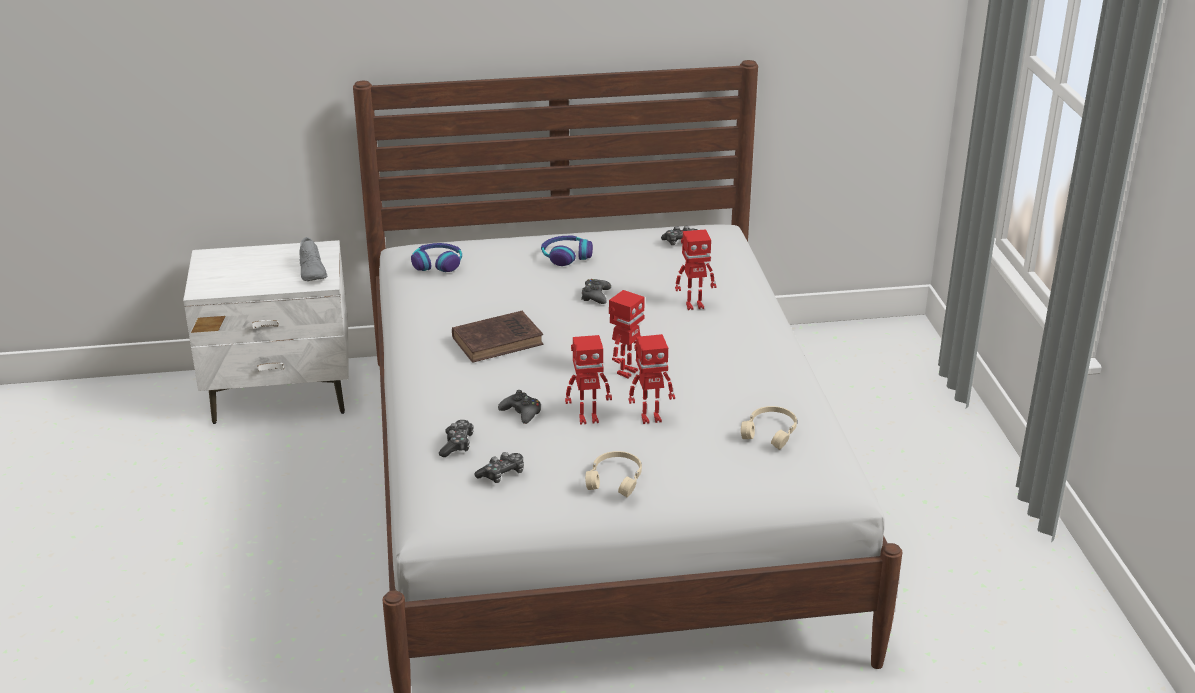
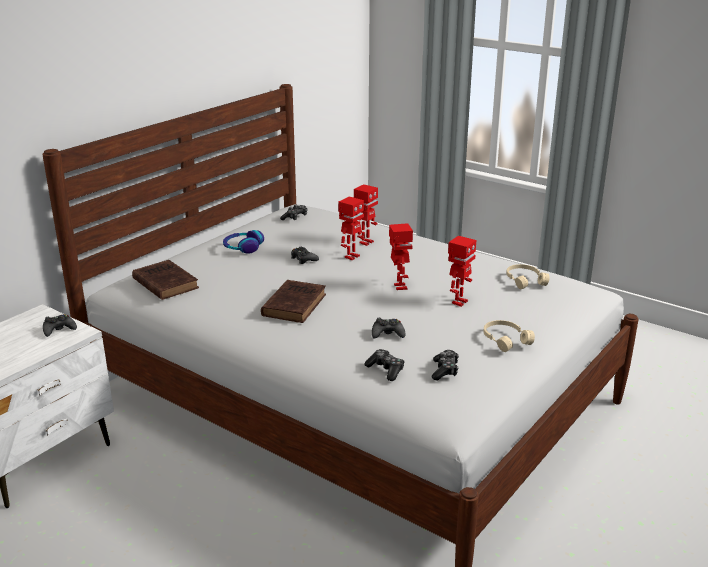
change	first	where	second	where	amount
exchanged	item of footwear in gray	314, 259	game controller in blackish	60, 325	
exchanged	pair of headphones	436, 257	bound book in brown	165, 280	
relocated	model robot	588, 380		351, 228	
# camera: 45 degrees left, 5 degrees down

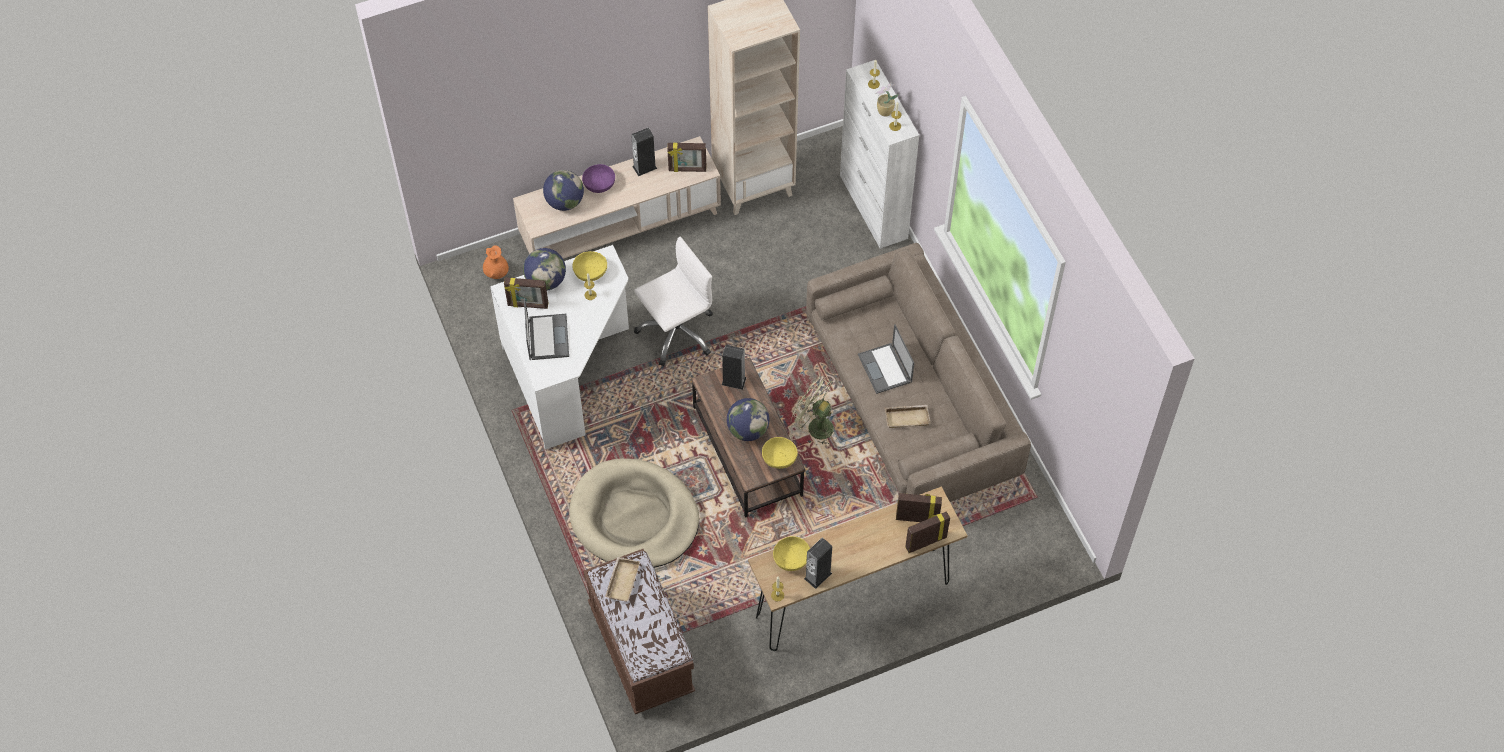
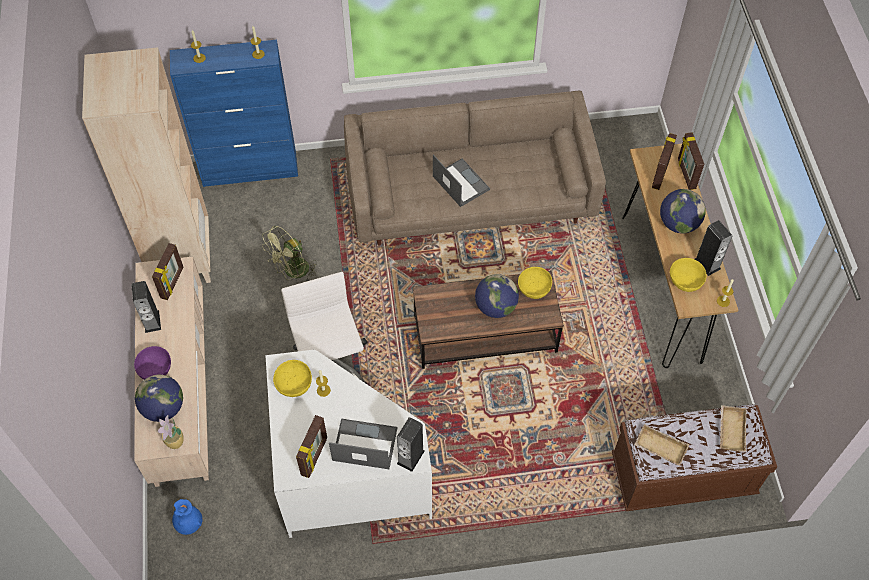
change	first	where	second	where	amount
colour	decorative vase in orangey	496, 262	decorative vase in blue-coloured	187, 517	
relocated	globe	544, 269		683, 211	
missing	dog bed in beige-coloured	634, 513			
relocated	speaker	734, 367		411, 444	
relocated	fan in green	812, 411		289, 253	
colour	cupboard in white-coloured	879, 154	cupboard in blue-coloured	234, 113	
spun	laptop	886, 359		461, 180	120 degrees counterclockwise
relocated	houseplant	886, 99		170, 432	
relocated	carrying tray in beige-coloured	908, 416		733, 428	
# camera: 75 degrees left, 0 degrees up

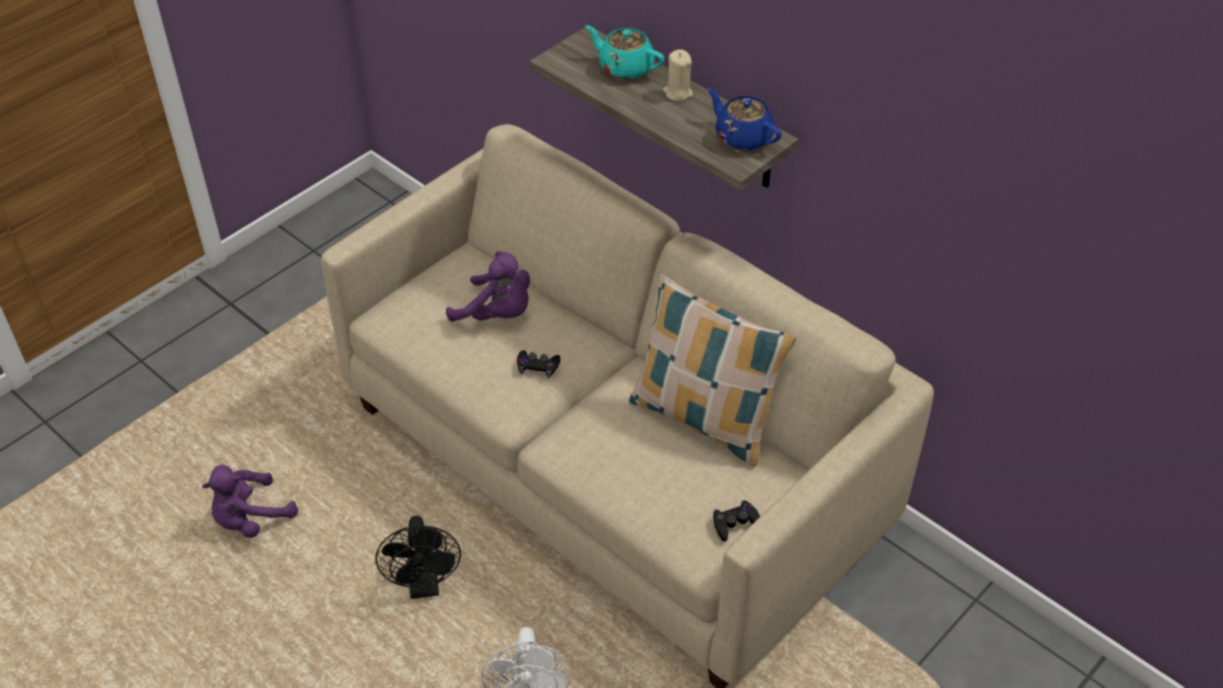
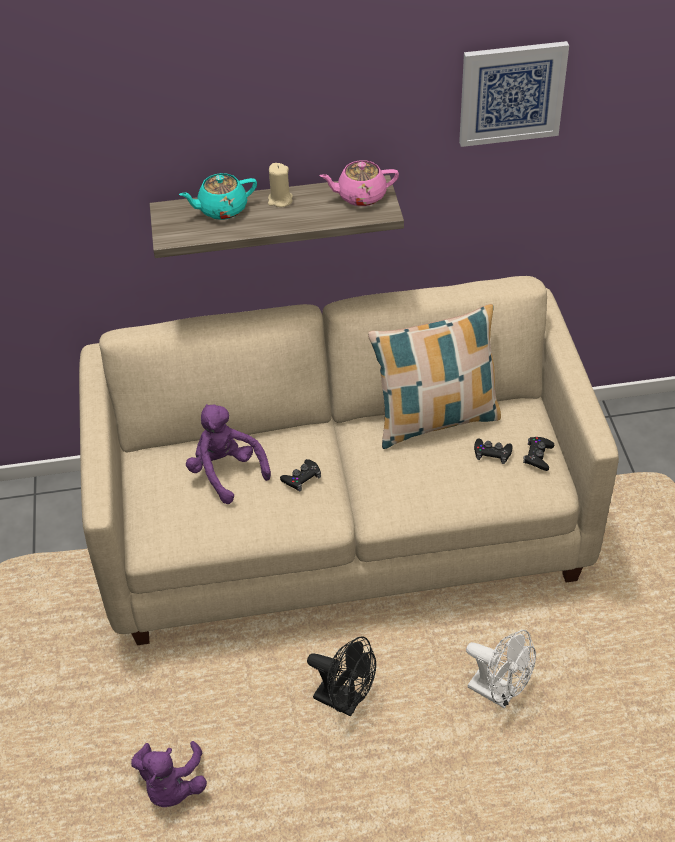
change	first	where	second	where	amount
spun	cuddly toy in purple-coloured	488, 286		228, 454	105 degrees counterclockwise
colour	tea pot in blue-coloured	744, 119	tea pot in pink-coloured	359, 183	
appeared			wall art	514, 94	
appeared			game controller in blackish	493, 451	
# camera: 50 degrees left, 0 degrees up

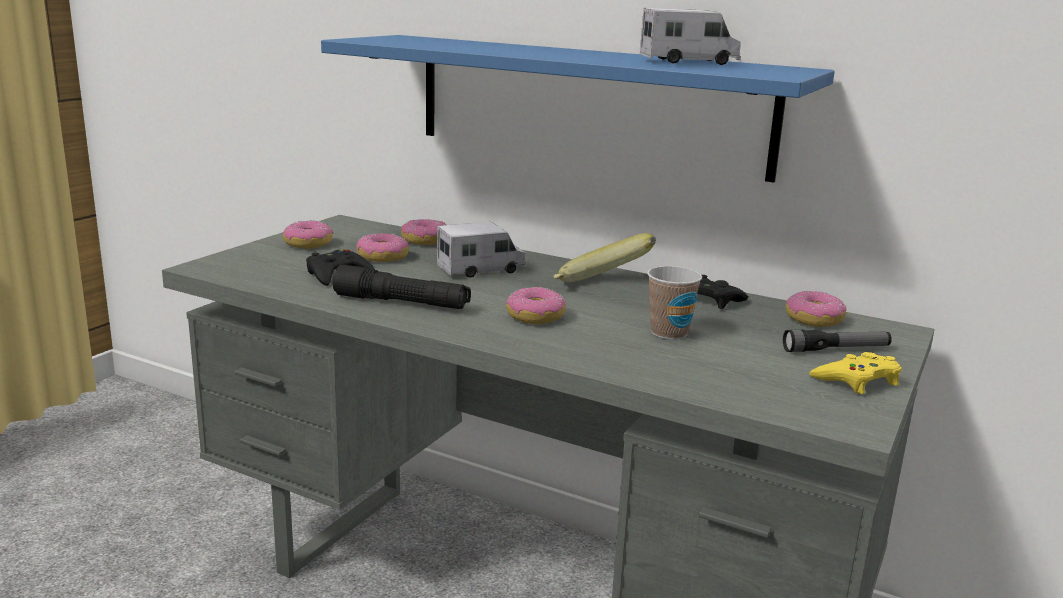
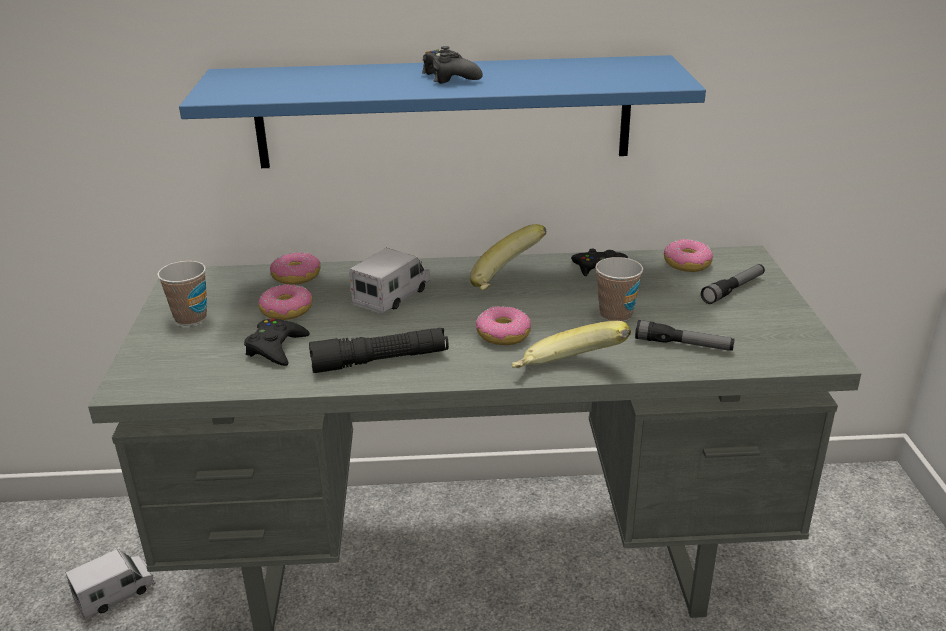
change	first	where	second	where	amount
exchanged	donut	308, 234	drinking cup	182, 293	
relocated	model truck	690, 36		110, 584	
missing	game controller in yellowish	856, 373			
appeared			game controller in blackish	452, 65	
appeared			banana	571, 344	
appeared			flashlight	685, 335	
# camera: 30 degrees left, 10 degrees up

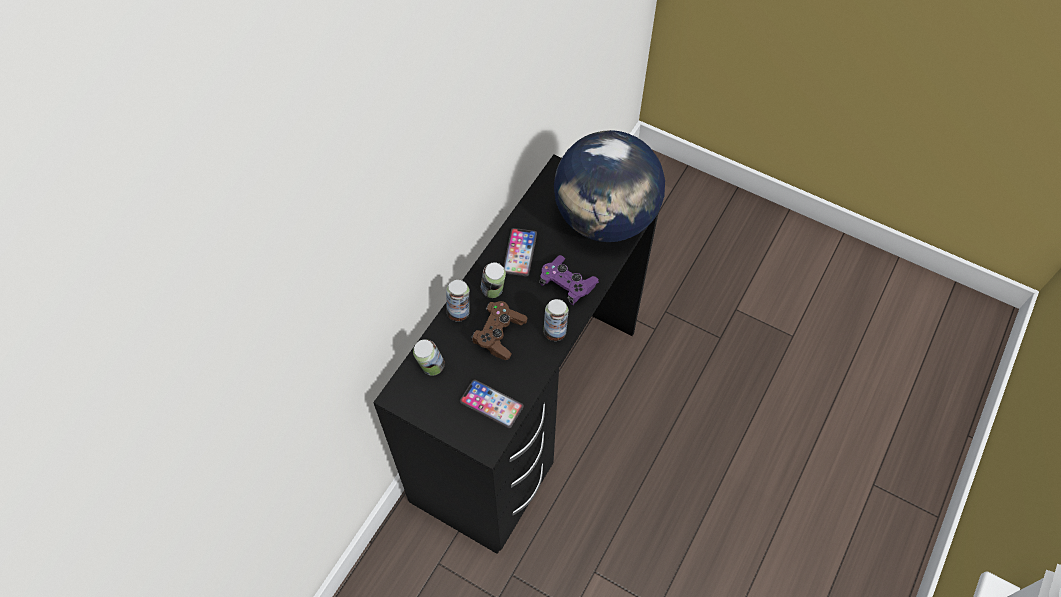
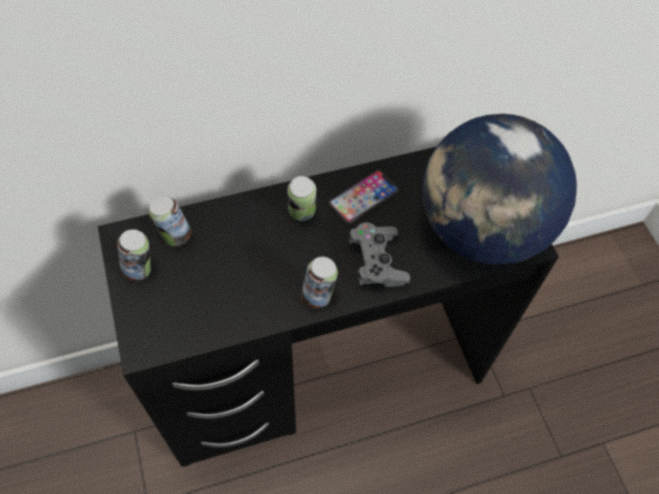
change	first	where	second	where	amount
relocated	can	458, 301		134, 255	
missing	telephone	492, 404			
missing	game controller in brown	499, 330			
colour	game controller in purple-coloured	569, 280	game controller in gray	378, 254	
# camera: 40 degrees right, 0 degrees up

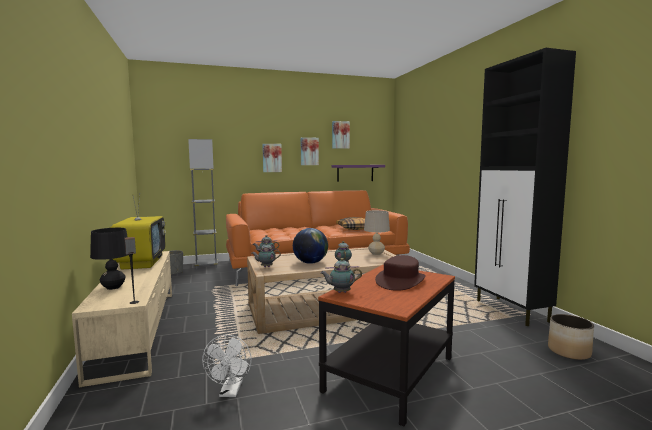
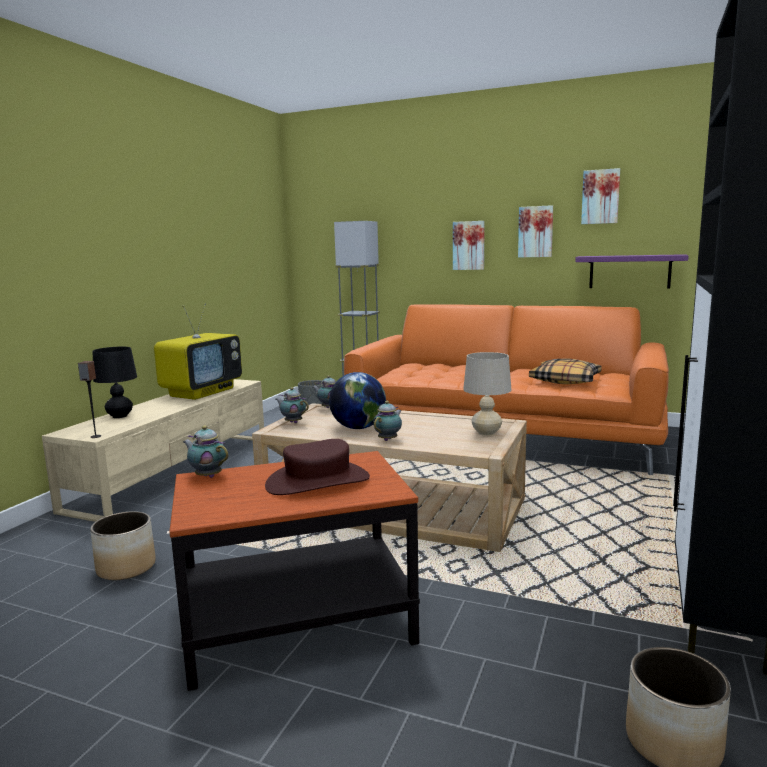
change	first	where	second	where	amount
exchanged	fan in white-coloured	227, 366	plant pot	123, 545	
# camera: 40 degrees right, 5 degrees up

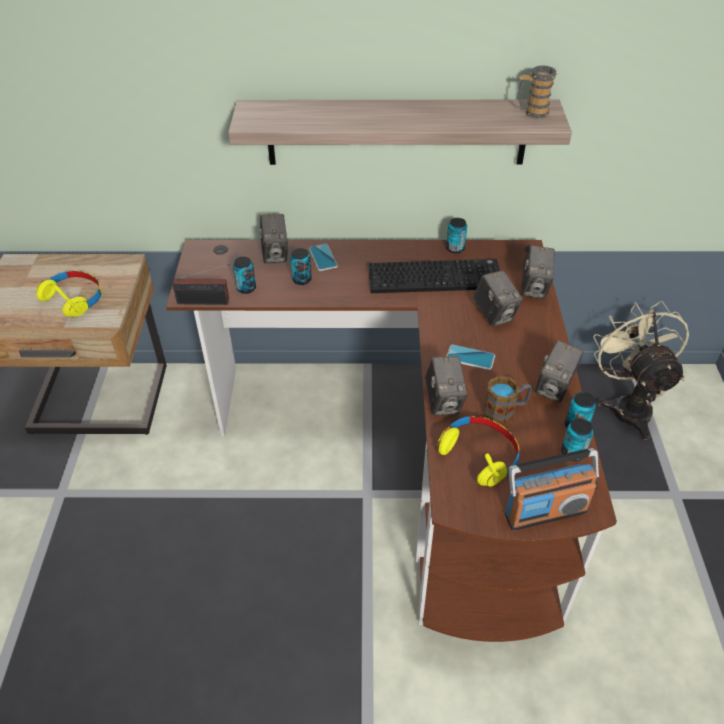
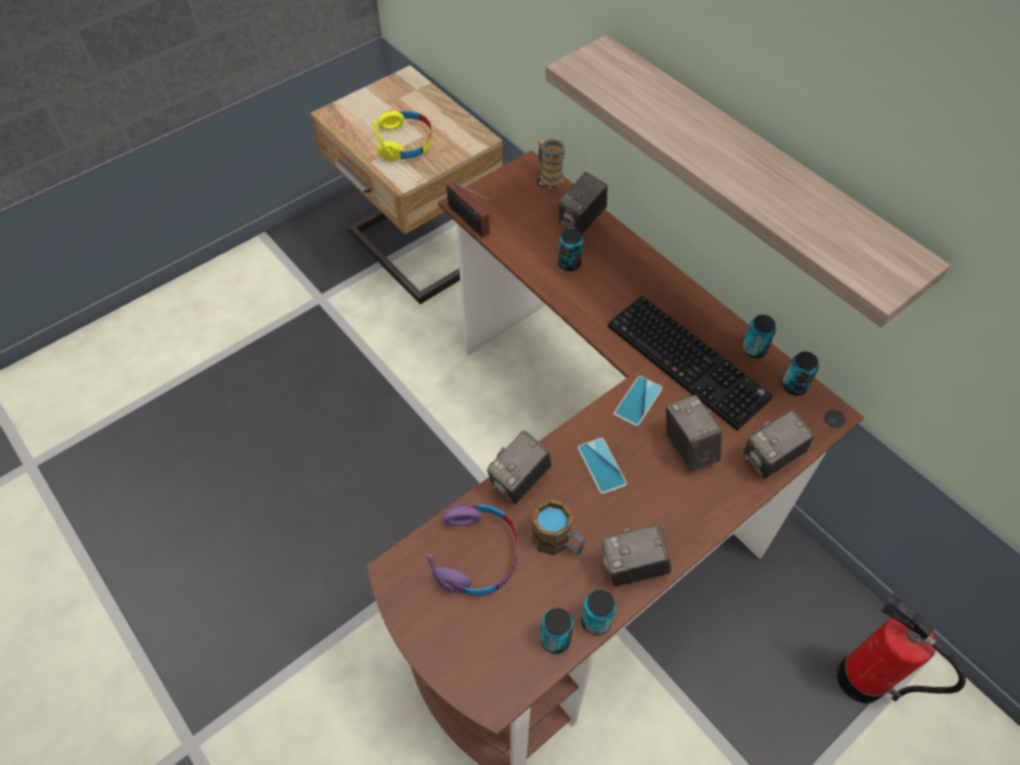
change	first	where	second	where	amount
relocated	can	244, 275		800, 373	
relocated	telephone	323, 257		638, 401	
colour	pair of headphones in yellowish	478, 451	pair of headphones in purple-coloured	472, 549	
spun	still camera	498, 298		694, 433	135 degrees clockwise
missing	radio set	552, 489			
relocated	mug	538, 91		552, 164	
exchanged	fan in beige-coloured	641, 371	fire-fighting cylinder	901, 648	
# camera: 50 degrees right, 10 degrees up

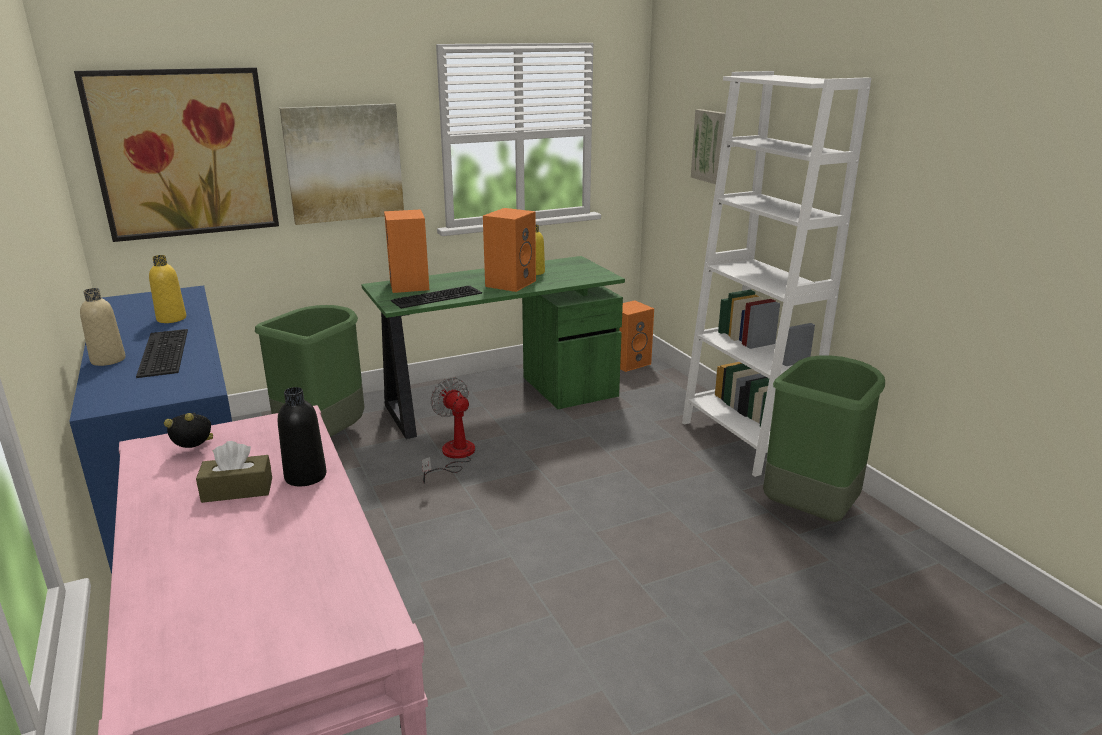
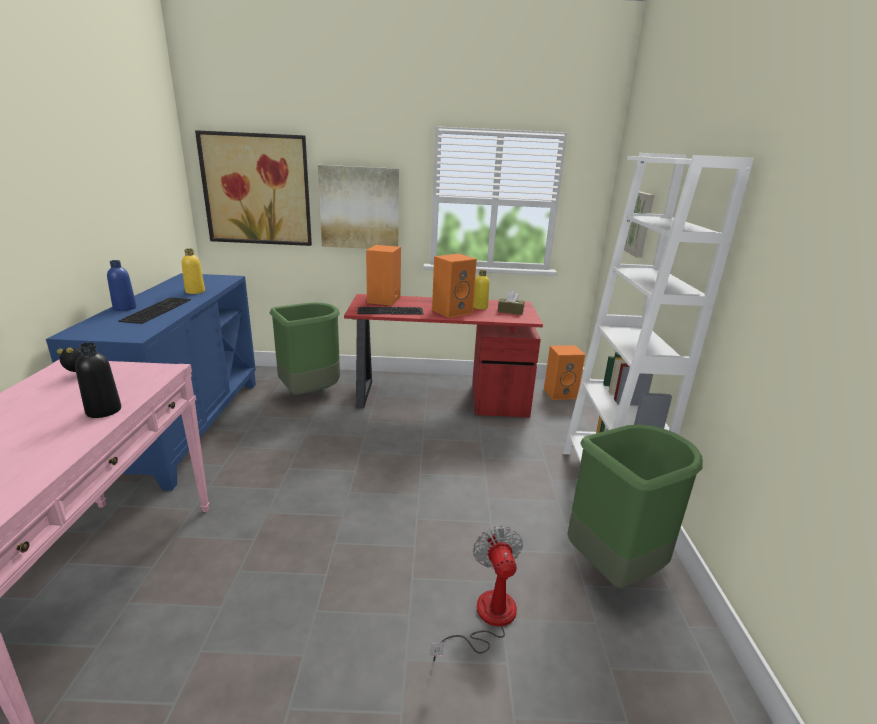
change	first	where	second	where	amount
colour	drink bottle in beige-coloured	102, 327	drink bottle in blue-coloured	121, 285	
relocated	box of tissues in brown	234, 472		511, 303	
colour	desk unit in green	493, 347	desk unit in red-coloured	443, 355	
relocated	fan	448, 431		476, 594	
# camera: 25 degrees right, 0 degrees up

